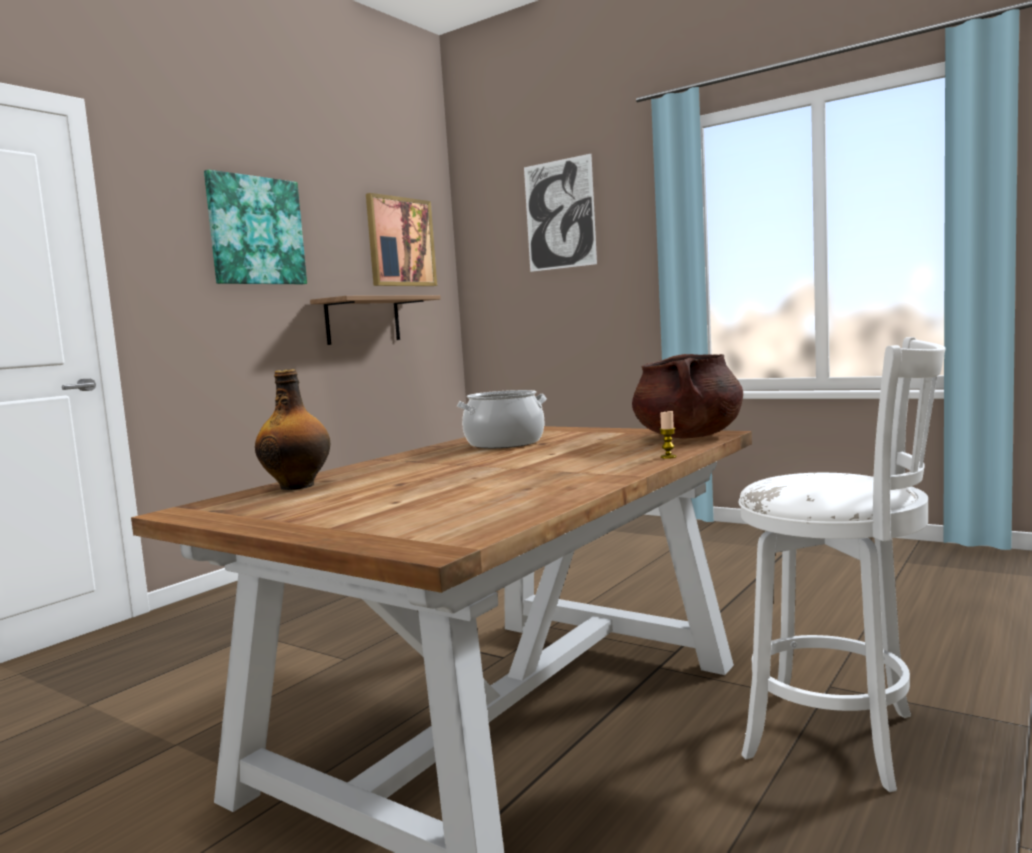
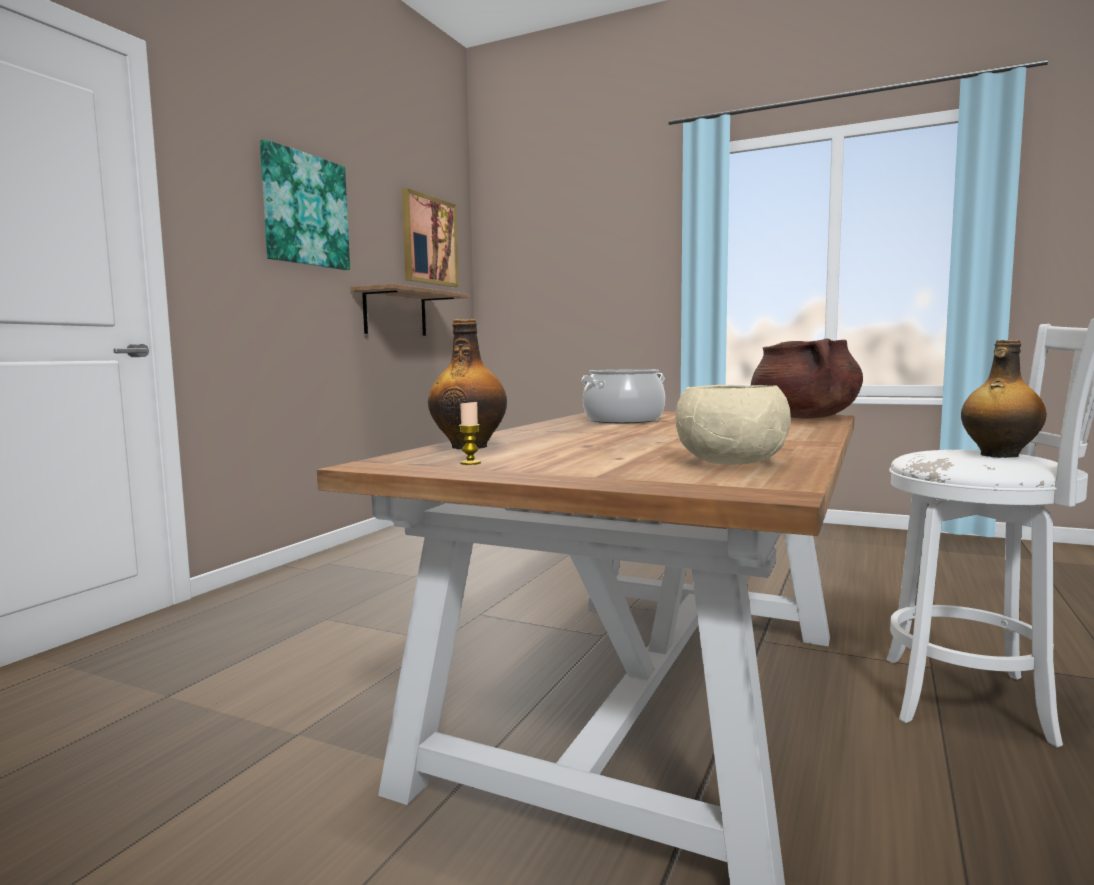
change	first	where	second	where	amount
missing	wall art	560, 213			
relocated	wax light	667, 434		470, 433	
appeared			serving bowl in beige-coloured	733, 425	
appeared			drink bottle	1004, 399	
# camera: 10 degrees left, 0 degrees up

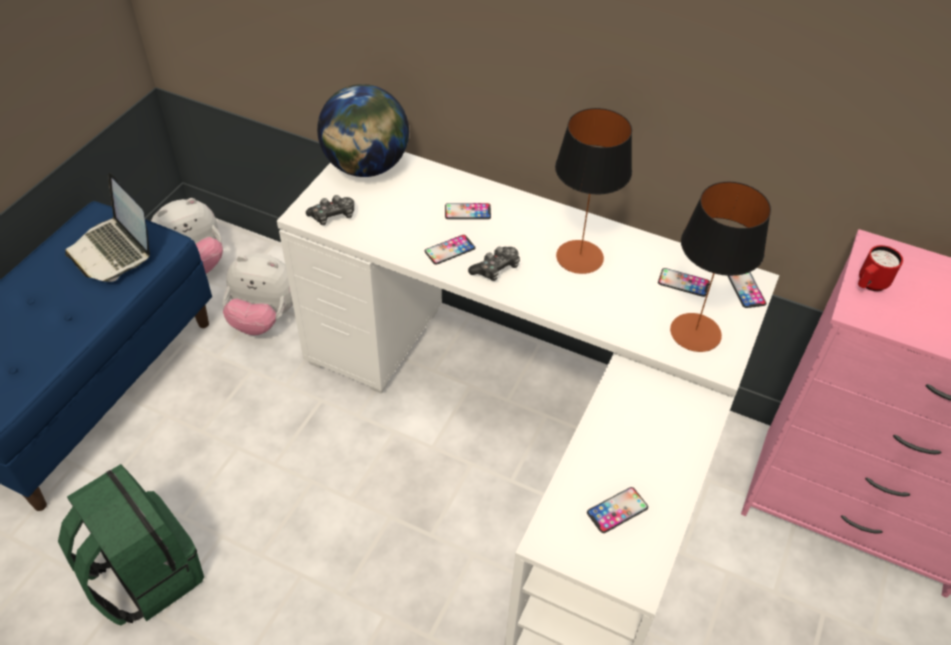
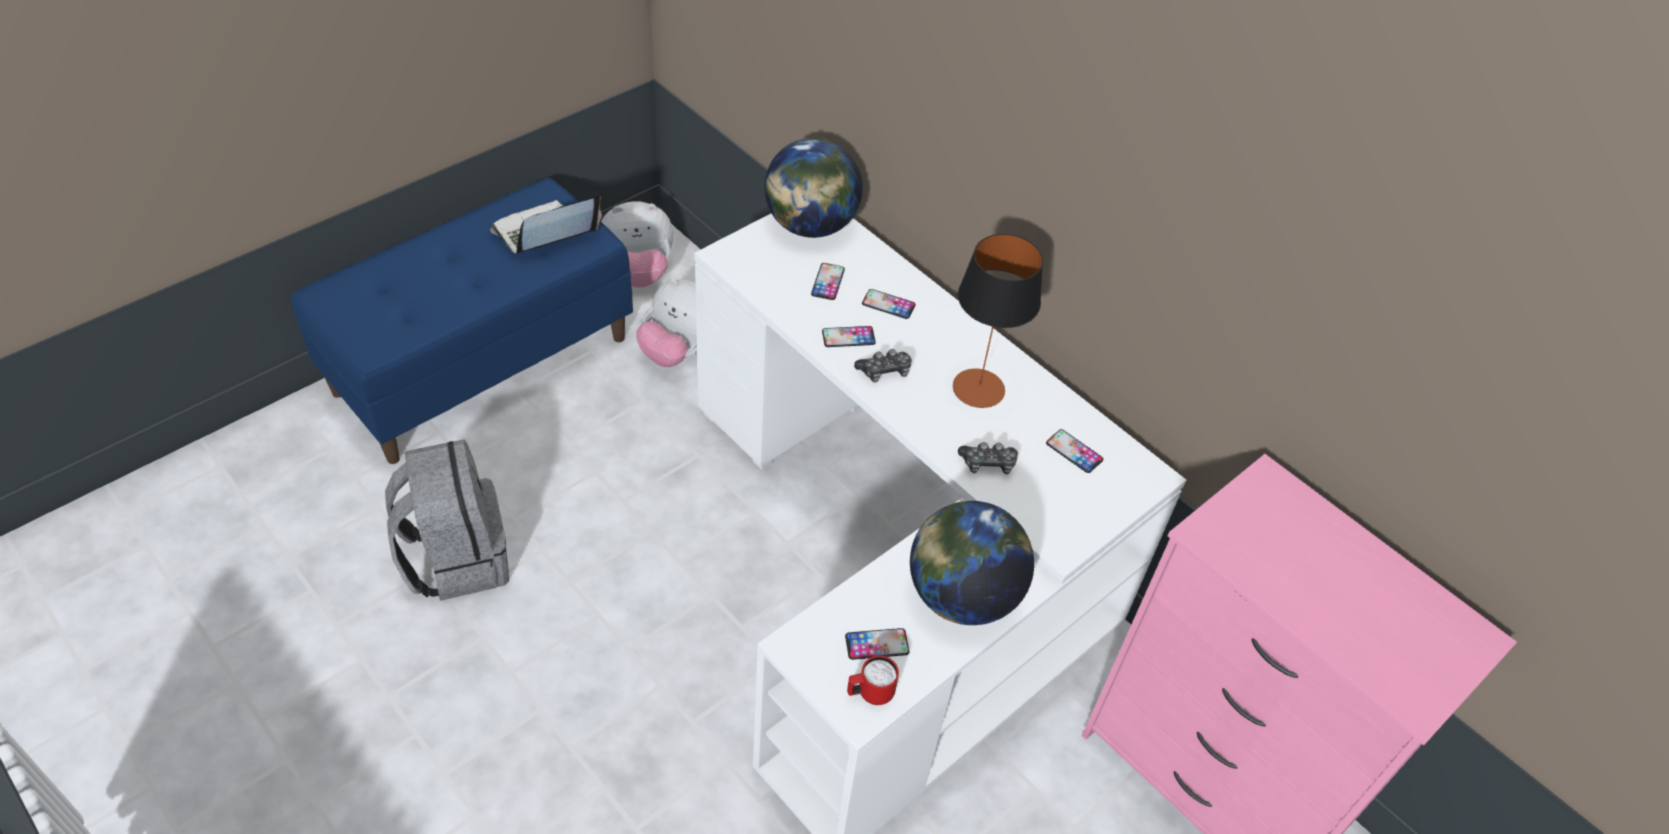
change	first	where	second	where	amount
colour	rucksack in green	131, 544	rucksack in gray	447, 520	
spun	laptop	107, 227		546, 224	75 degrees clockwise
relocated	game controller	330, 210		988, 458	
missing	tabletop lamp	720, 267			
relocated	telephone	747, 290		828, 281	
relocated	mug in red-coloured	880, 268		873, 680	
appeared			globe	972, 563	
# camera: 20 degrees right, 0 degrees up

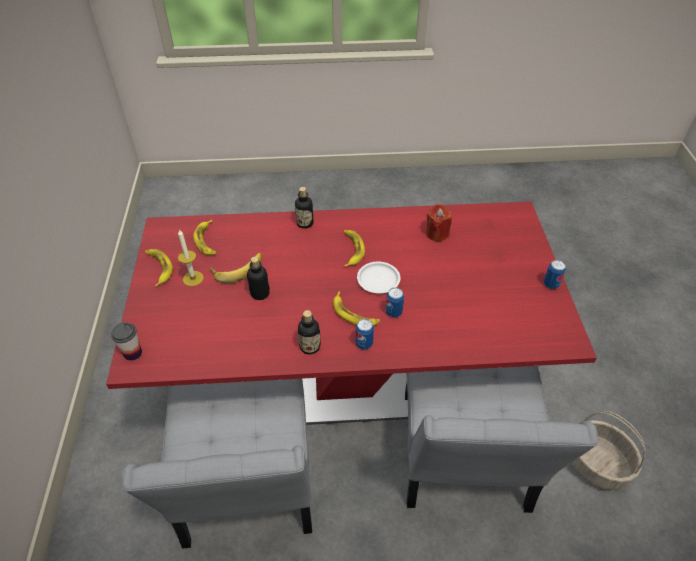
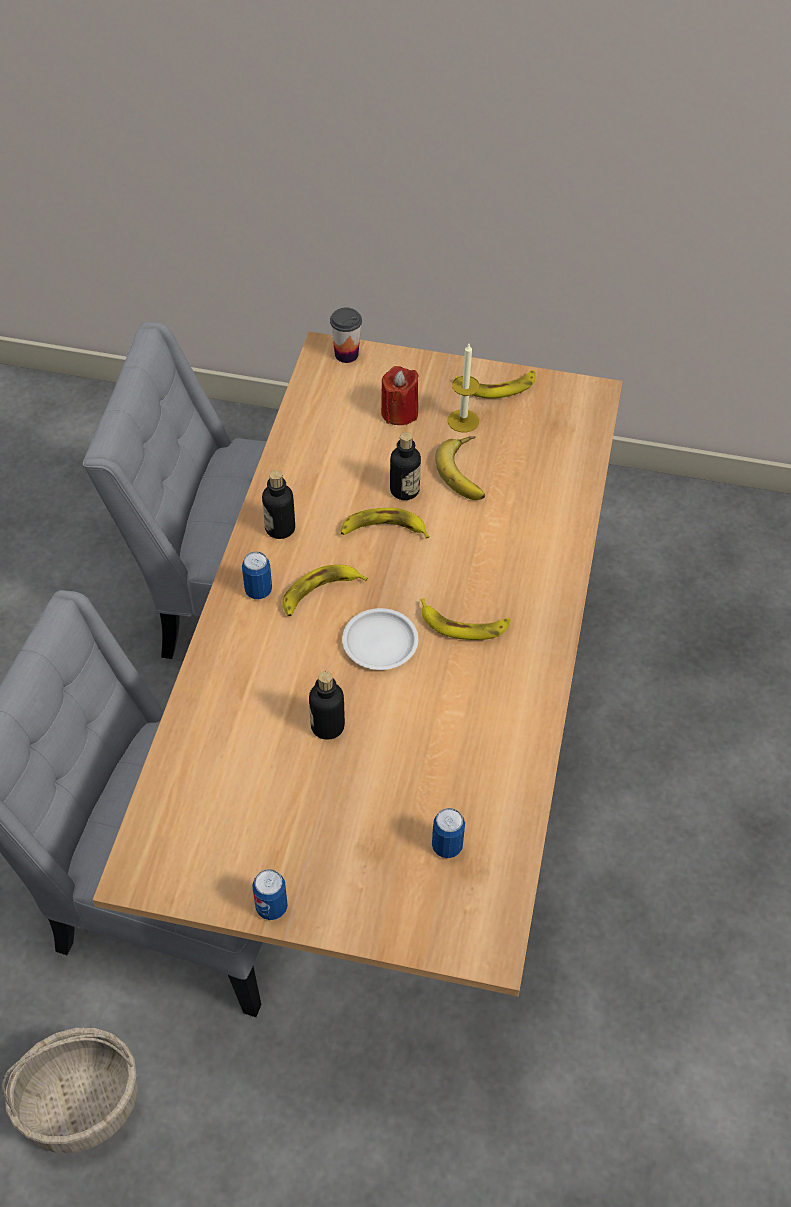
change	first	where	second	where	amount
colour	dining table in red-coloured	351, 313	dining table in beige-coloured	357, 664	
relocated	banana	204, 237		385, 523	
relocated	drink bottle	304, 208		327, 705	
relocated	can	395, 302		448, 833	
relocated	wax light in red-coloured	439, 222		400, 395	
# camera: 105 degrees right, 5 degrees up

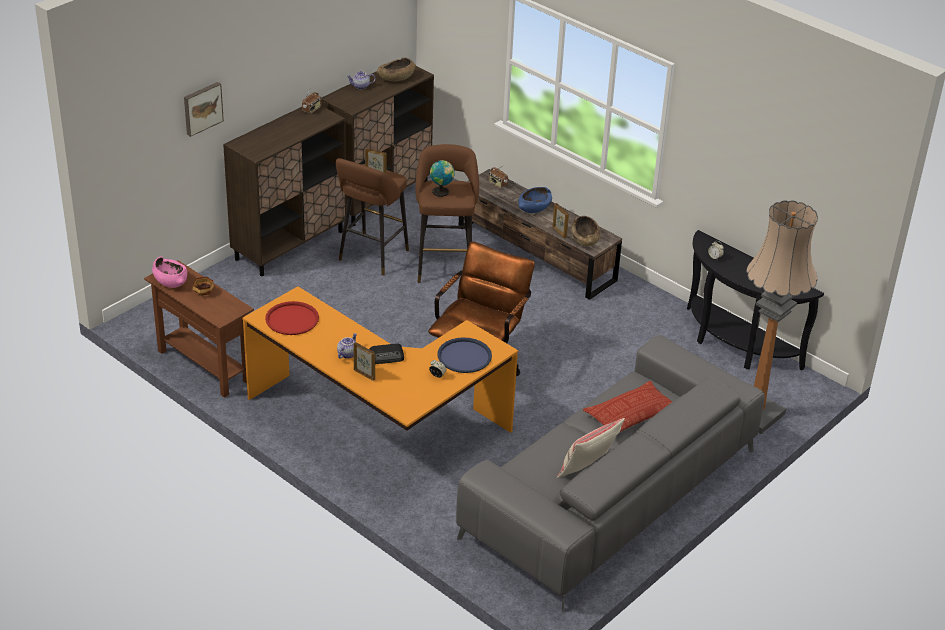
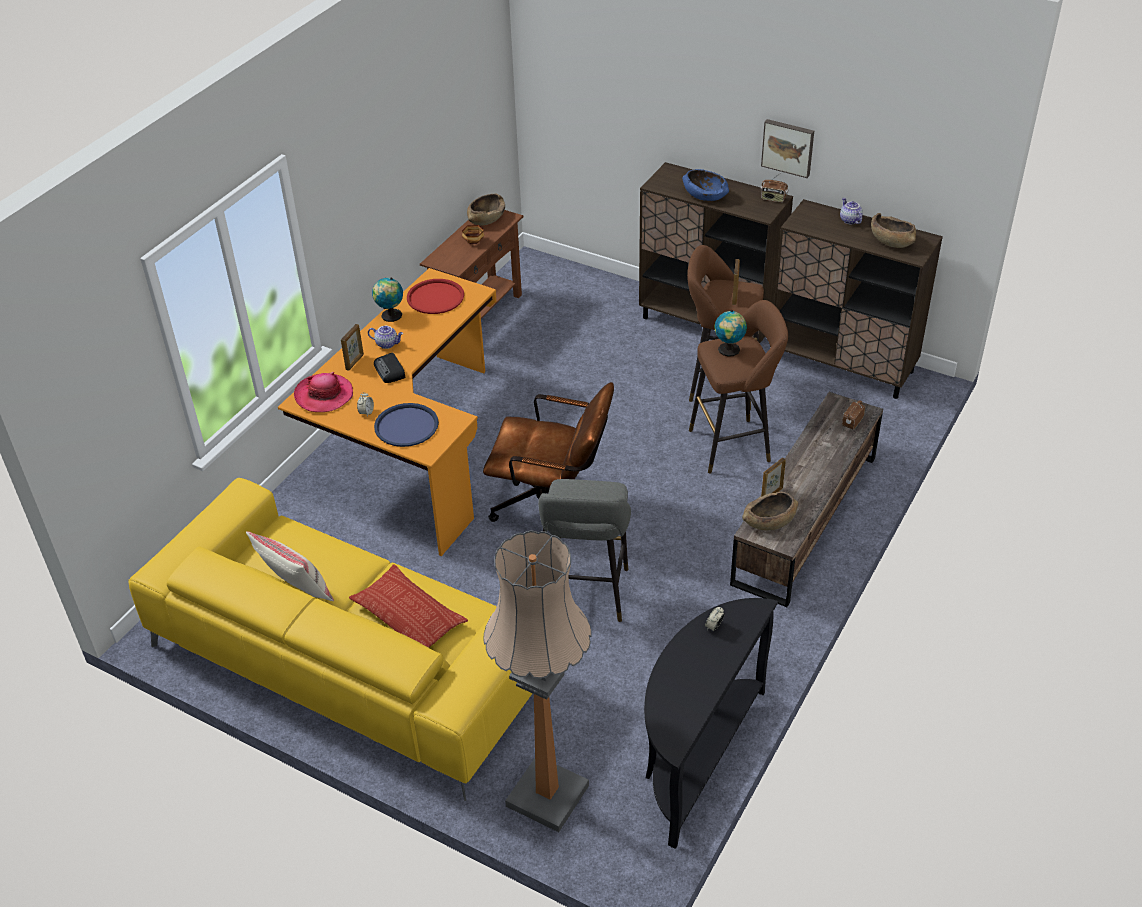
change	first	where	second	where	amount
colour	serving bowl in pink-coloured	169, 272	serving bowl in brown	486, 209	
relocated	wall art	204, 109		787, 148	
colour	settee in gray	610, 473	settee in yellowish	330, 639	
relocated	serving bowl in blue-coloured	535, 200		705, 185	
appeared			hat	323, 392	
appeared			globe	387, 299	
appeared			stool in gray	584, 550	
# camera: 80 degrees right, 5 degrees up

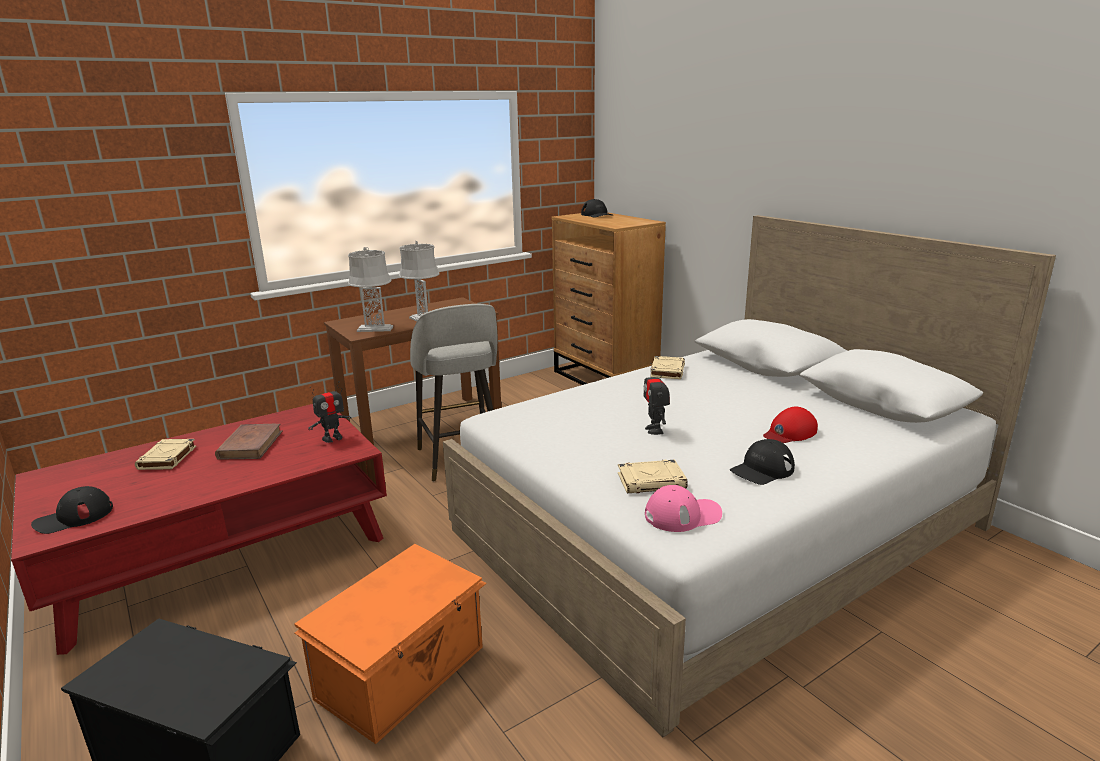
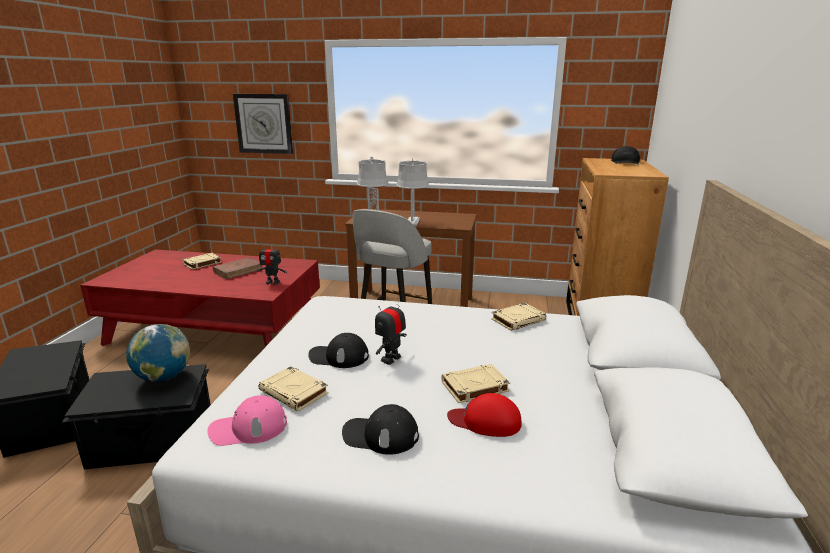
change	first	where	second	where	amount
relocated	cap in blackish	72, 510		338, 350	
colour	storage bin in orangey	390, 644	storage bin in blackish	136, 416	
spun	cap in pink-coloured	683, 508		247, 420	135 degrees clockwise
appeared			globe	158, 353	
appeared			hanging clock	263, 124	
appeared			bound book in beige-coloured	475, 383	
# camera: 45 degrees right, 0 degrees up

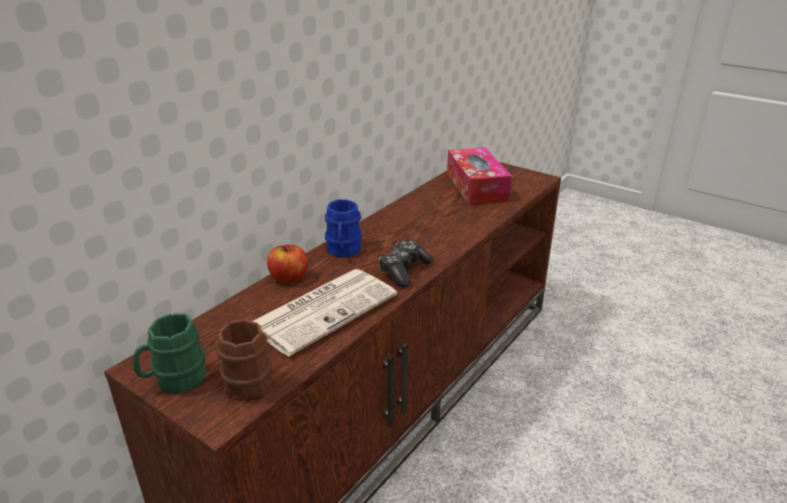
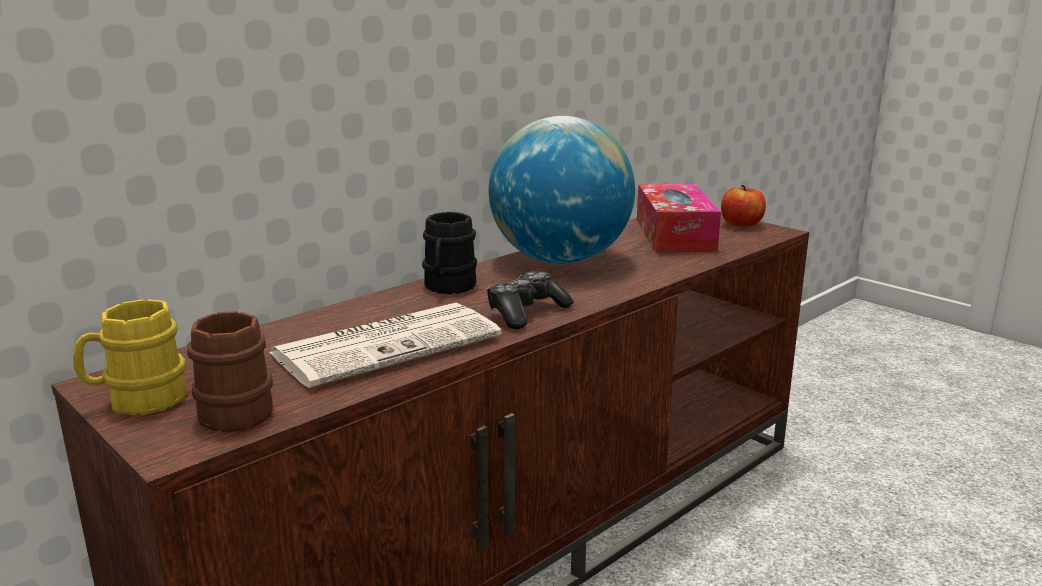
change	first	where	second	where	amount
colour	mug in green	170, 353	mug in yellowish	130, 357	
relocated	apple fruit	287, 264		743, 206	
colour	mug in blue-coloured	343, 228	mug in blackish	449, 253	
appeared			globe	562, 190	
# camera: 10 degrees right, 10 degrees down

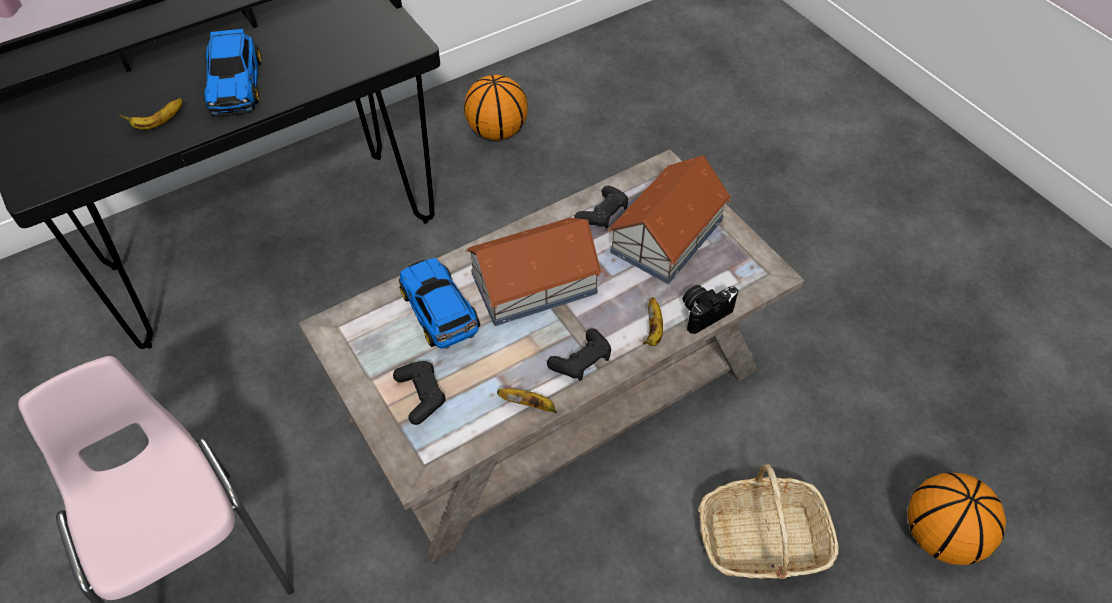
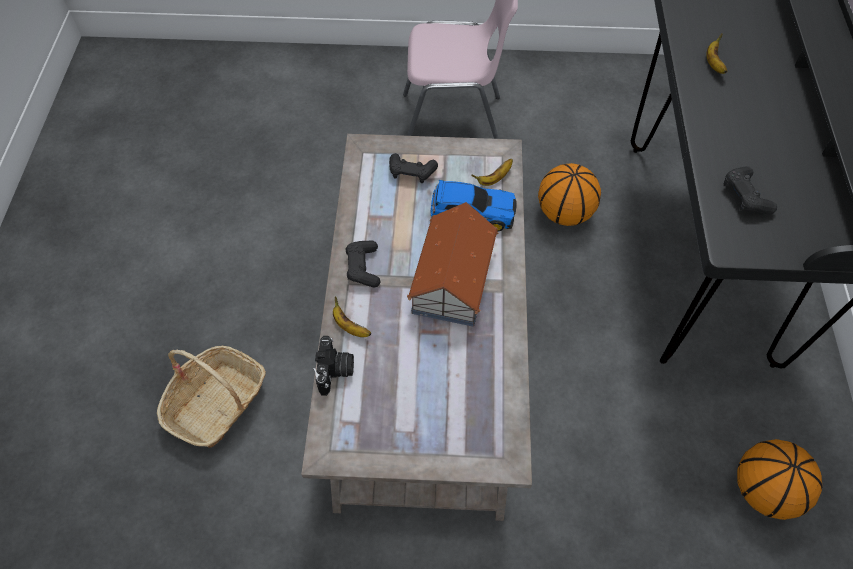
change	first	where	second	where	amount
missing	miniature car	232, 72			
relocated	banana	527, 400		492, 172	
relocated	game controller in blackish	601, 206		750, 190	
missing	miniature house	669, 219			
relocated	ball for basketball	956, 519		569, 194	
# camera: 125 degrees right, 5 degrees up

